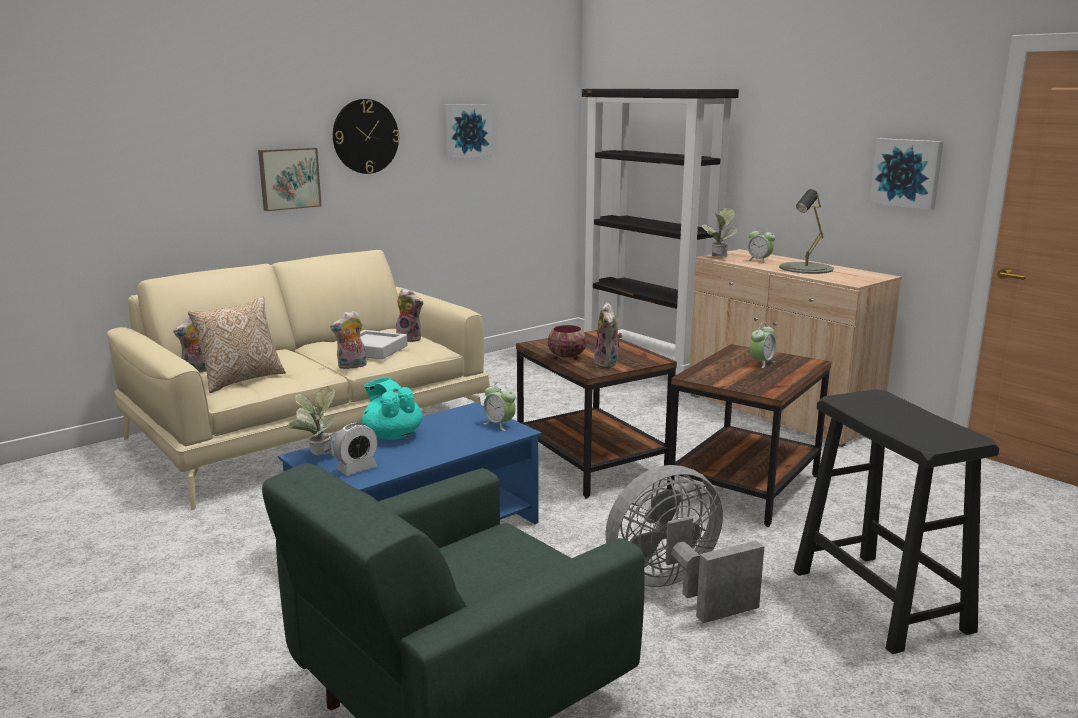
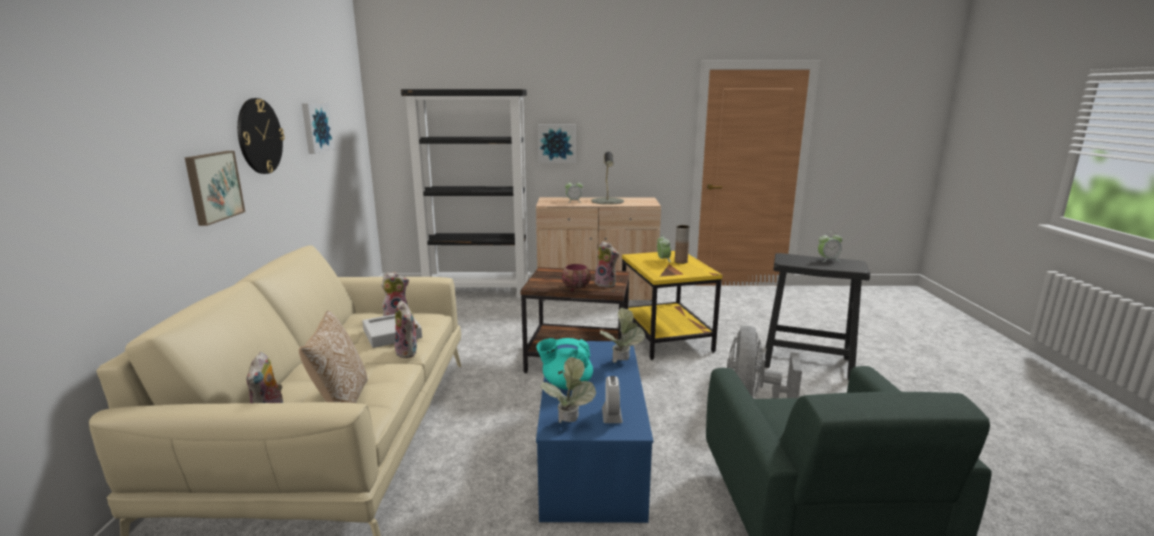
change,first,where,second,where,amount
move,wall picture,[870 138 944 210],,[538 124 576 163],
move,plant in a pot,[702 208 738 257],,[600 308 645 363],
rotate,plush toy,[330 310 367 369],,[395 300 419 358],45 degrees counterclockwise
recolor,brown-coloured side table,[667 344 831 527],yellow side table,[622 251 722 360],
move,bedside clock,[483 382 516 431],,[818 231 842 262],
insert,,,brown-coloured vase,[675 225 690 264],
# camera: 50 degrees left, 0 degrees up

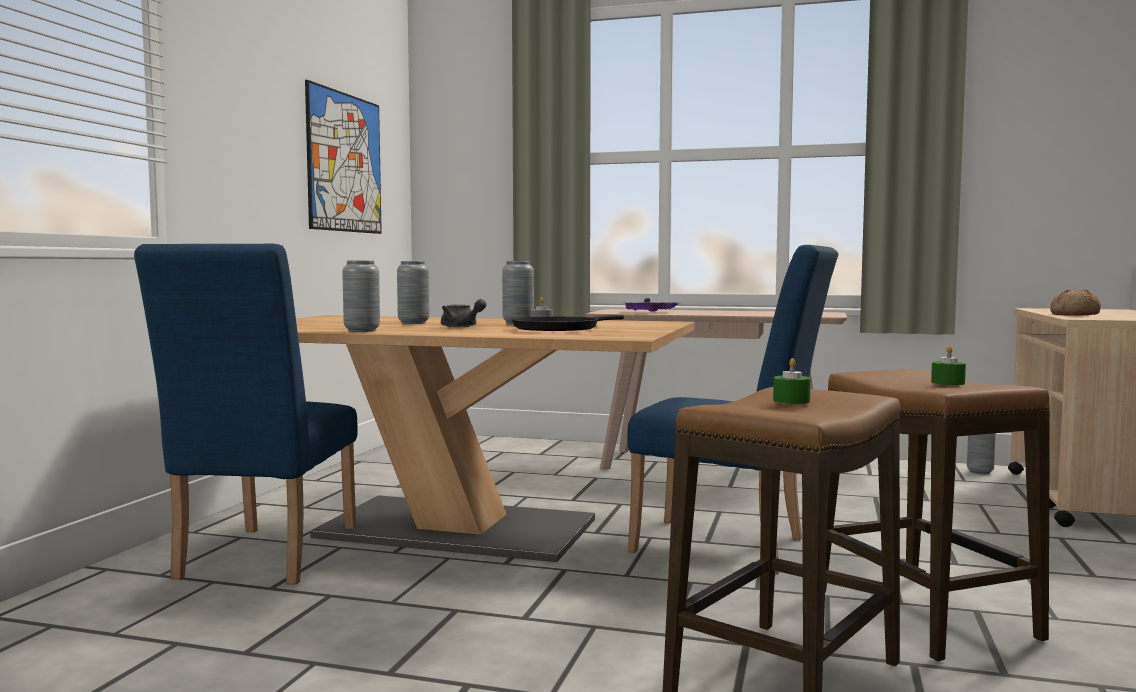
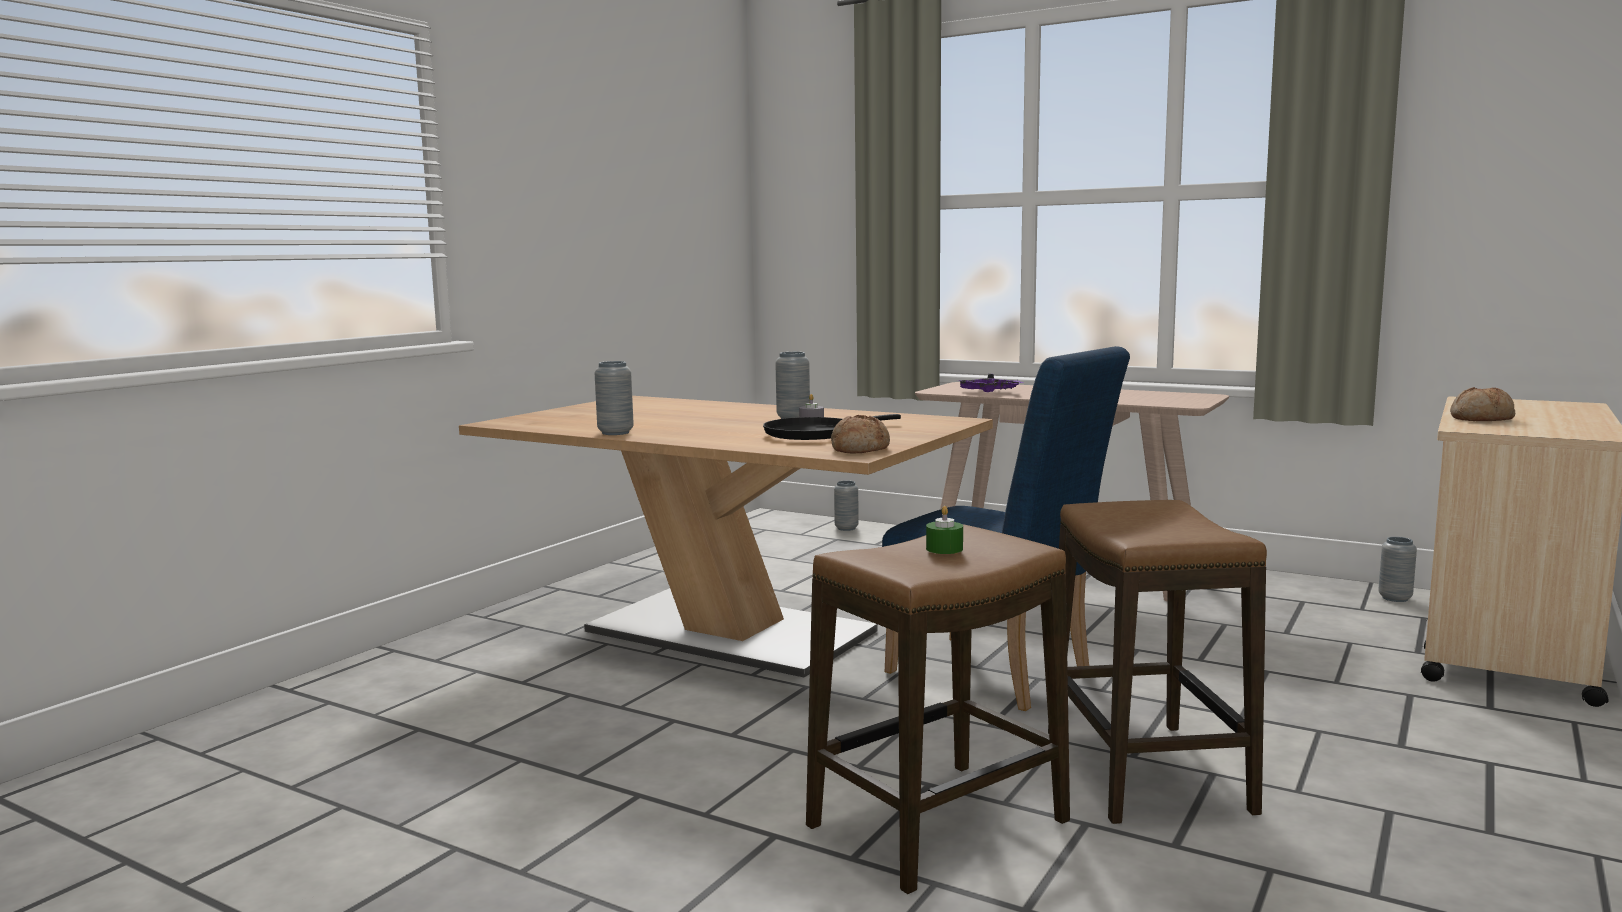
change,first,where,second,where,amount
delete,wall picture,[305 80 382 234],,,
delete,bluish plain chair,[134 244 358 585],,,
move,gray vase,[397 261 429 324],,[834 481 859 531],
delete,gray pot for tea,[441 299 486 327],,,
delete,greenish wax light,[931 346 966 385],,,
insert,,,bakery bread,[831 415 890 453],
# camera: 15 degrees right, 5 degrees up

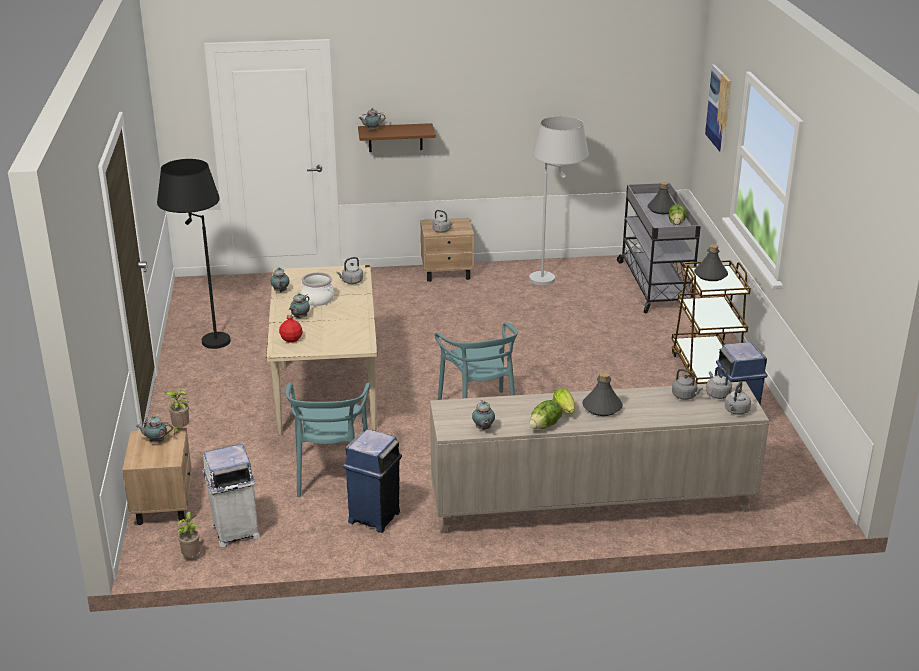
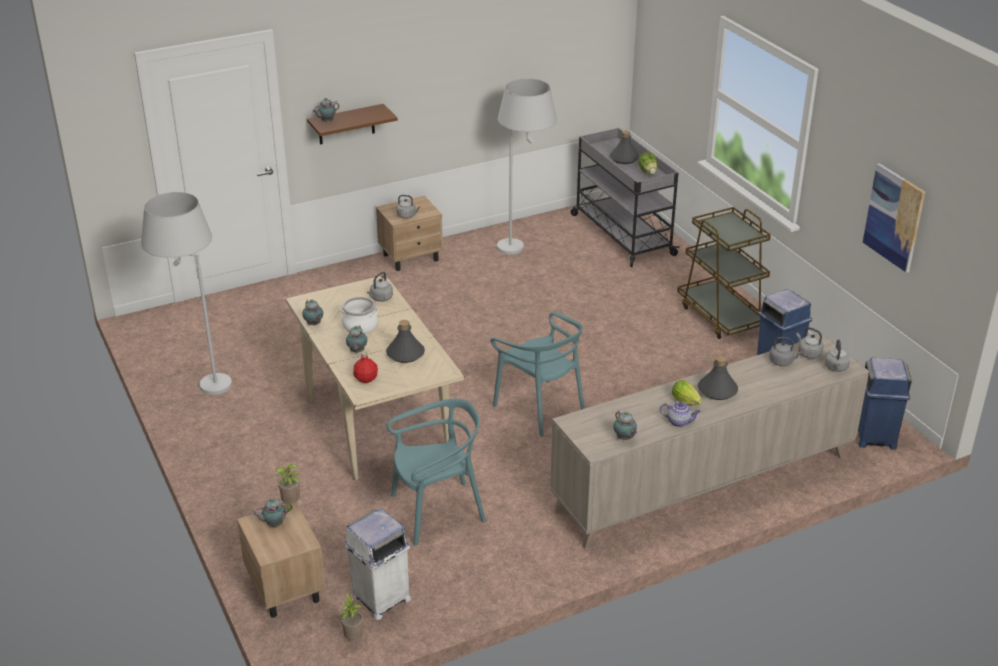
change,first,where,second,where,amount
move,wall picture,[705 65 731 153],,[863 163 925 273],
recolor,black-coloured standard lamp,[157 159 231 349],white-coloured standard lamp,[141 192 232 395],
move,gray beverage bottle,[694 244 728 281],,[386 320 425 363],
rotate,blue-green plain chair,[286 383 370 497],,[386 399 486 545],90 degrees counterclockwise
replace,lettuce head,[529 400 562 429],pot for tea,[660 402 701 427],
move,bluish waste bin,[343 429 402 533],,[858 358 912 450],
# camera: 20 degrees left, 5 degrees up

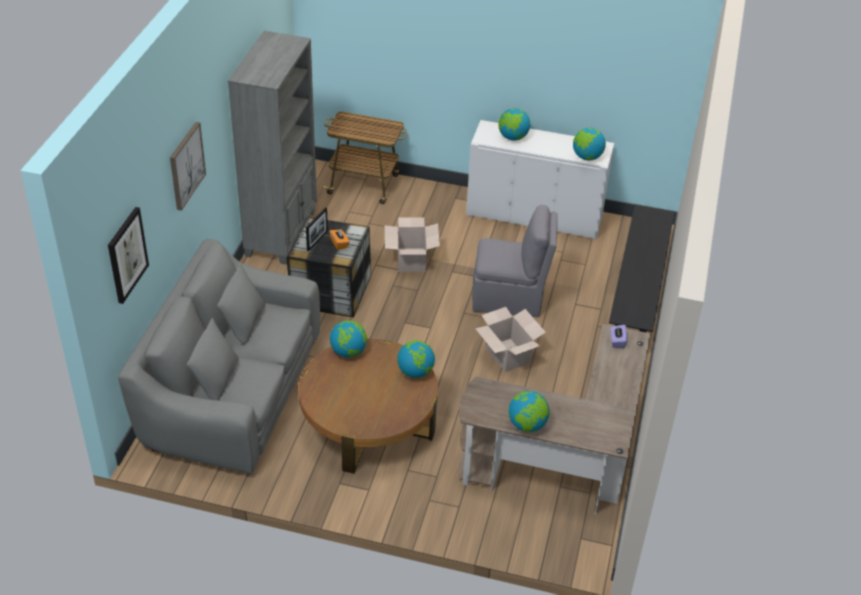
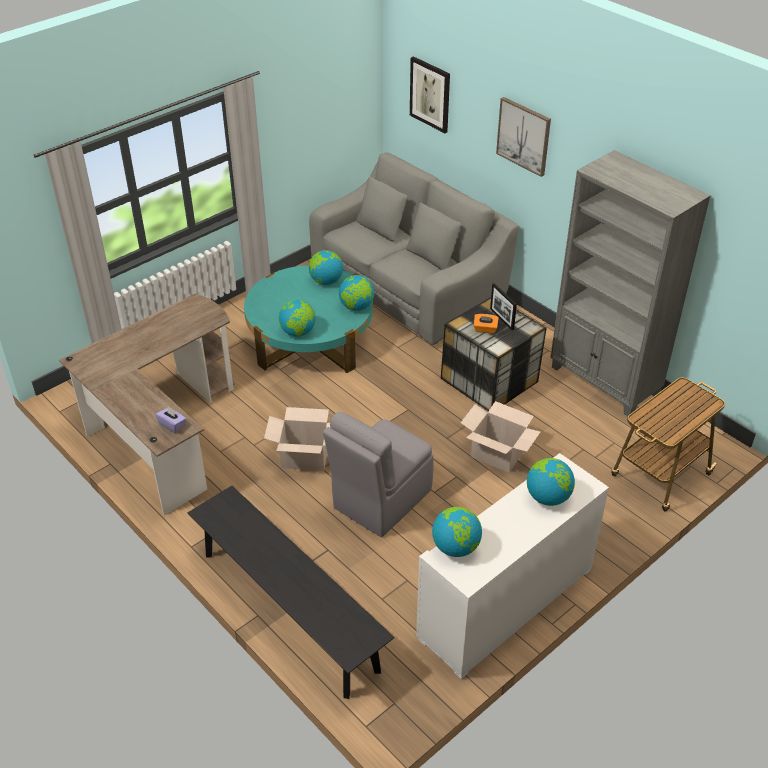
change,first,where,second,where,amount
recolor,brown-coloured coffee table,[299 338 438 474],blue-green coffee table,[244 265 373 373],
move,world globe,[509 391 550 432],,[309 250 343 285],
# camera: 125 degrees right, 0 degrees up

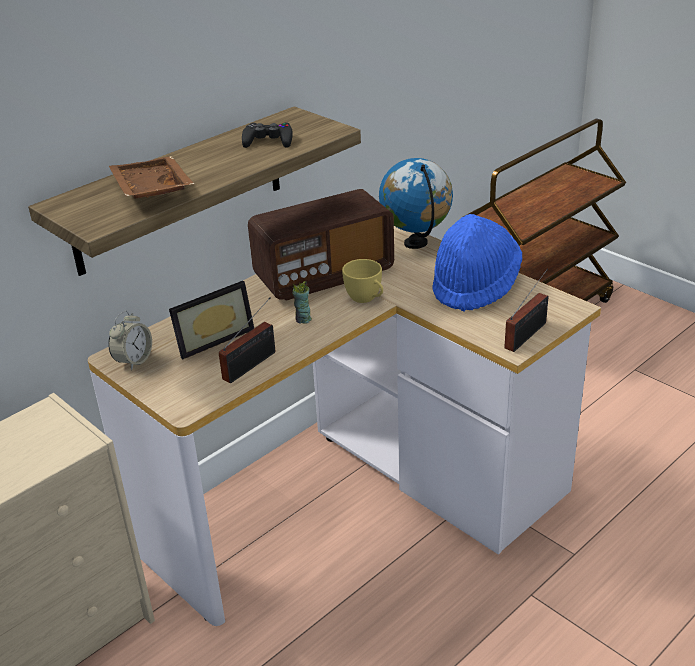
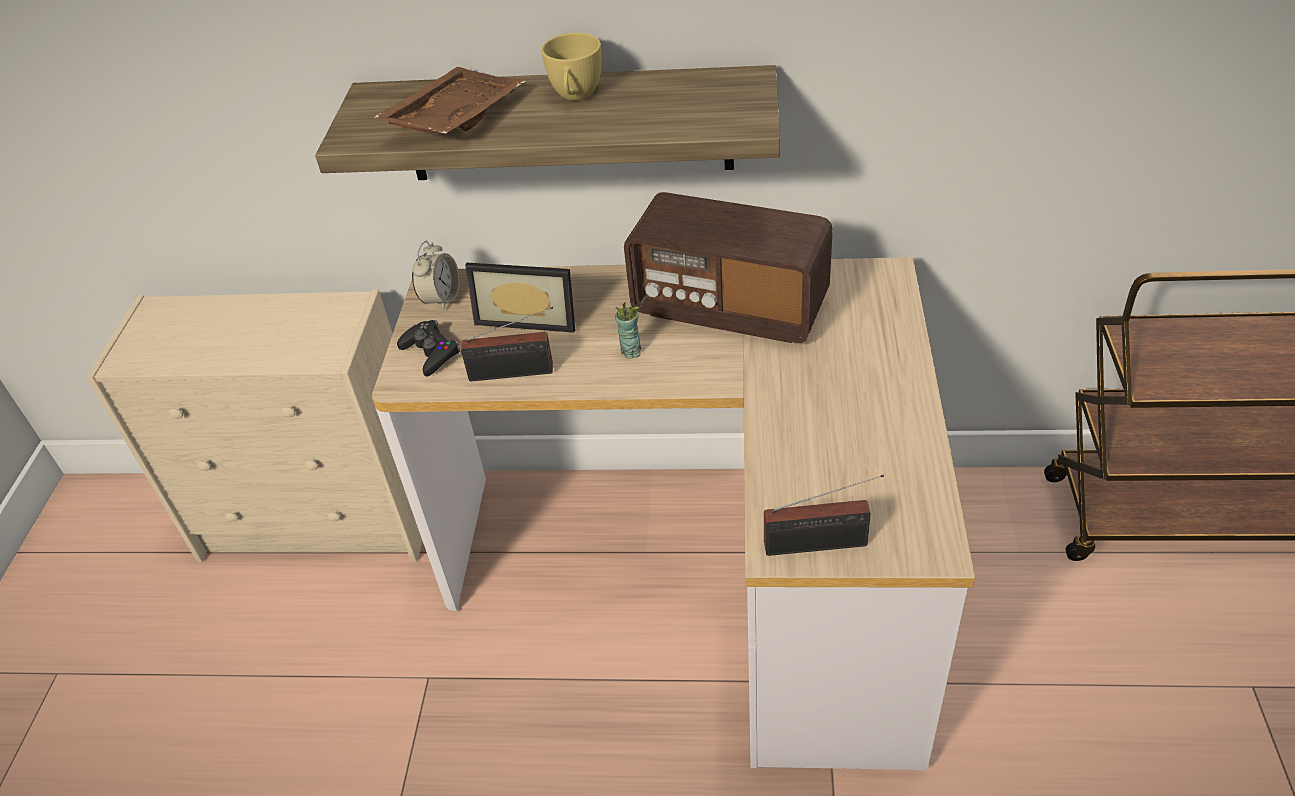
change,first,where,second,where,amount
move,black-coloured game controller,[242 122 293 148],,[397 320 460 377],
delete,world globe,[379 158 453 249],,,
delete,bluish hat,[432 214 522 311],,,
move,yellow drinking cup,[342 259 383 303],,[541 33 602 100],
rotate,bedside clock,[108 311 152 370],,[412 241 460 311],60 degrees counterclockwise
# camera: 50 degrees right, 10 degrees up

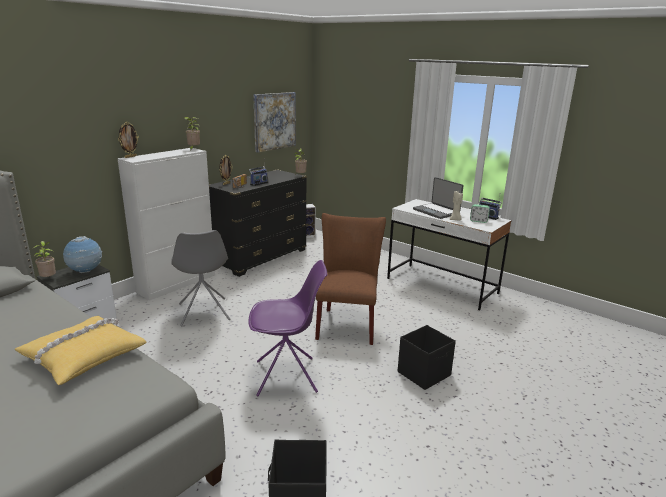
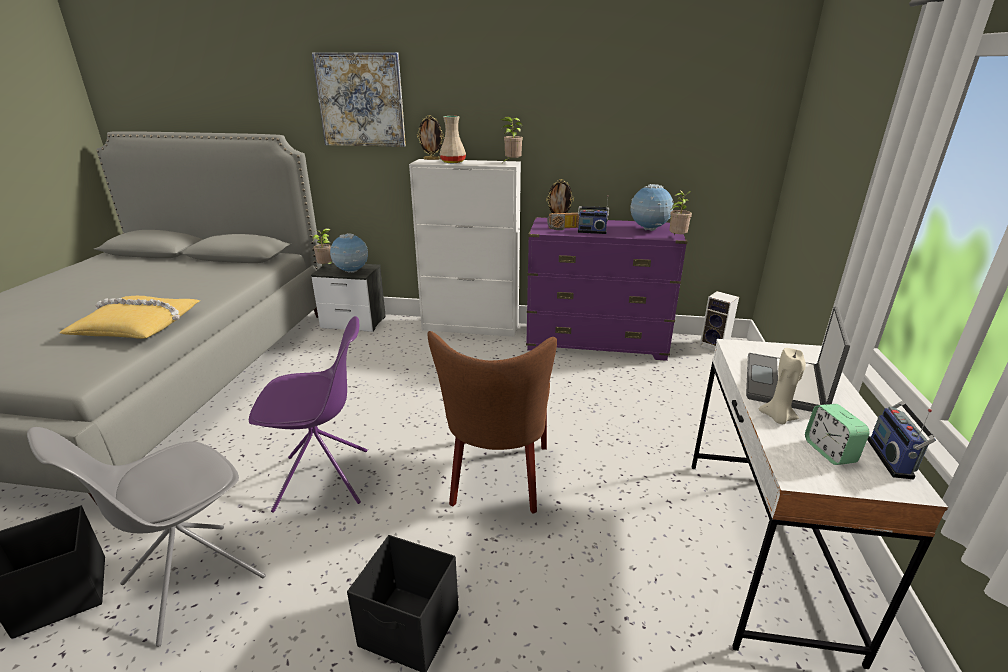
change,first,where,second,where,amount
move,wall picture,[253 92 296 153],,[312 52 406 147],
recolor,black-coloured chest of drawers,[209 169 307 277],purple chest of drawers,[526 217 688 361],
rotate,brown-coloured plain chair,[315 213 386 345],,[428 331 557 514],120 degrees clockwise
move,gray plain chair,[171 230 230 326],,[27 427 266 647],
rotate,purple plain chair,[249 260 328 396],,[249 316 367 513],60 degrees counterclockwise
insert,,,sand-coloured vase,[439 116 466 163],
insert,,,world globe,[630 184 674 231],
# camera: 60 degrees right, 5 degrees up

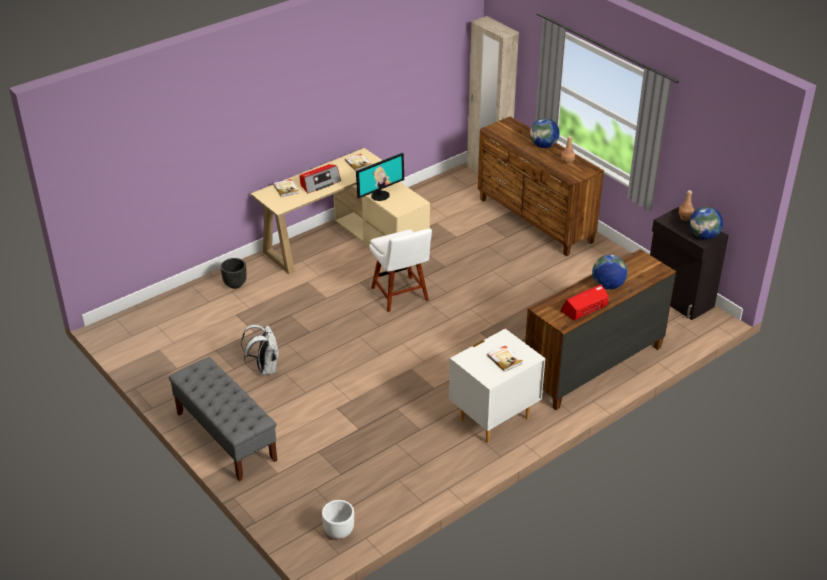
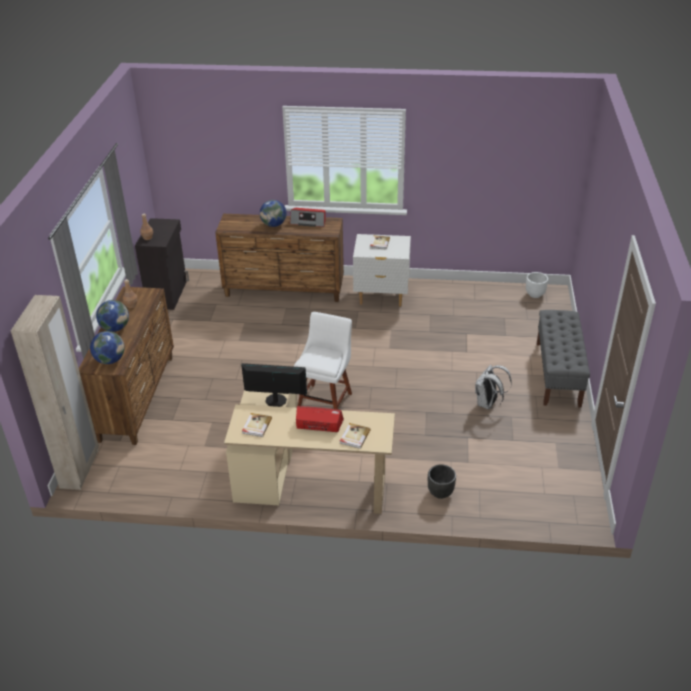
change,first,where,second,where,amount
move,world globe,[690 207 723 239],,[90 331 125 364],
# camera: 135 degrees left, 0 degrees up

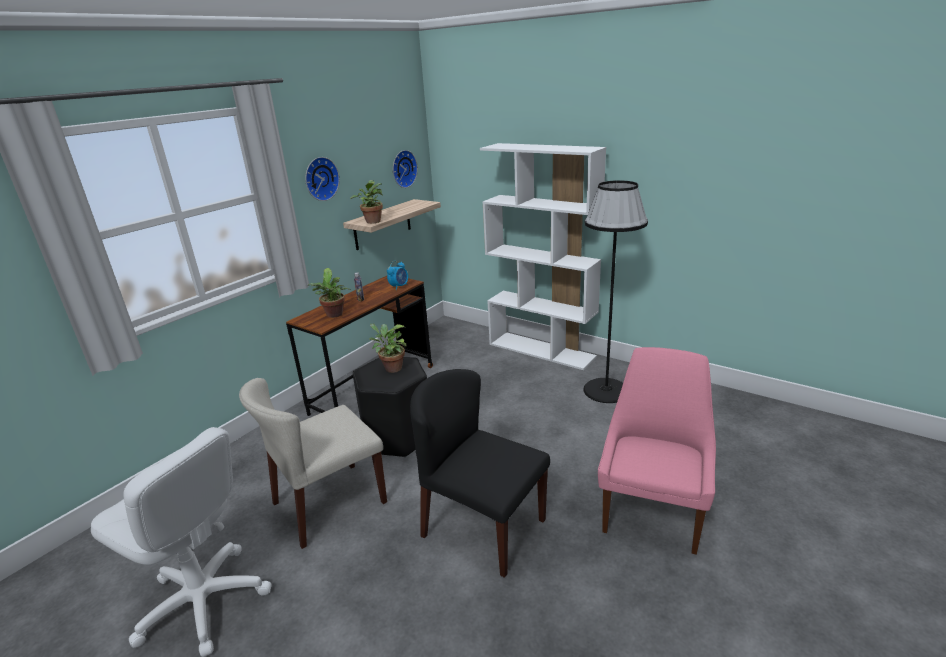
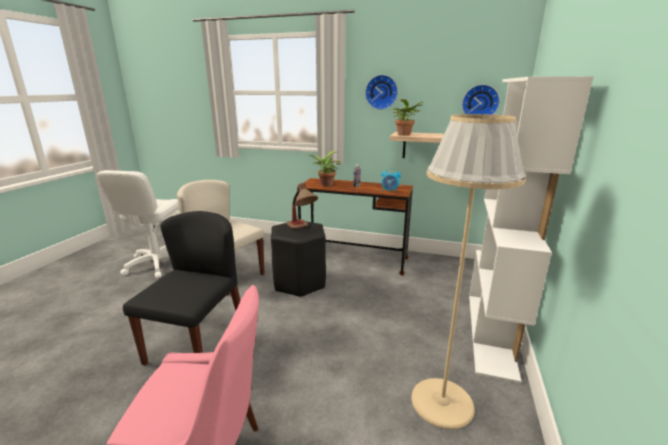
change,first,where,second,where,amount
recolor,black-coloured standard lamp,[583 180 648 403],sand-coloured standard lamp,[411 114 526 429],
replace,plant in a pot,[369 324 406 373],lamp for a table,[286 183 318 229],
# camera: 70 degrees right, 5 degrees down

